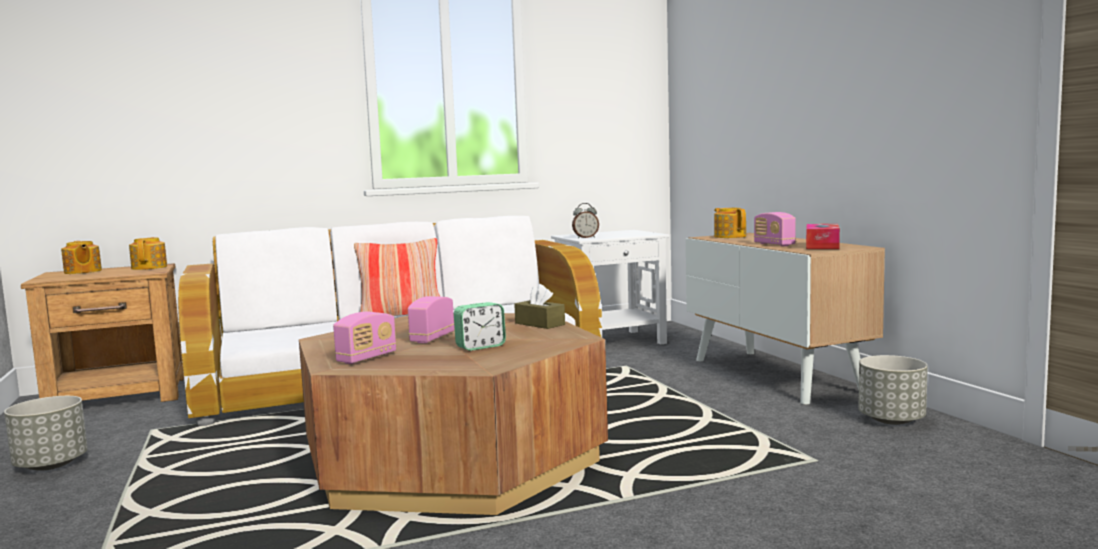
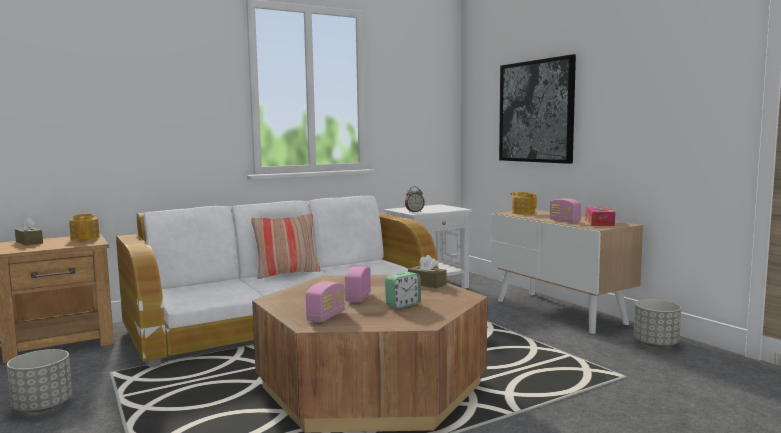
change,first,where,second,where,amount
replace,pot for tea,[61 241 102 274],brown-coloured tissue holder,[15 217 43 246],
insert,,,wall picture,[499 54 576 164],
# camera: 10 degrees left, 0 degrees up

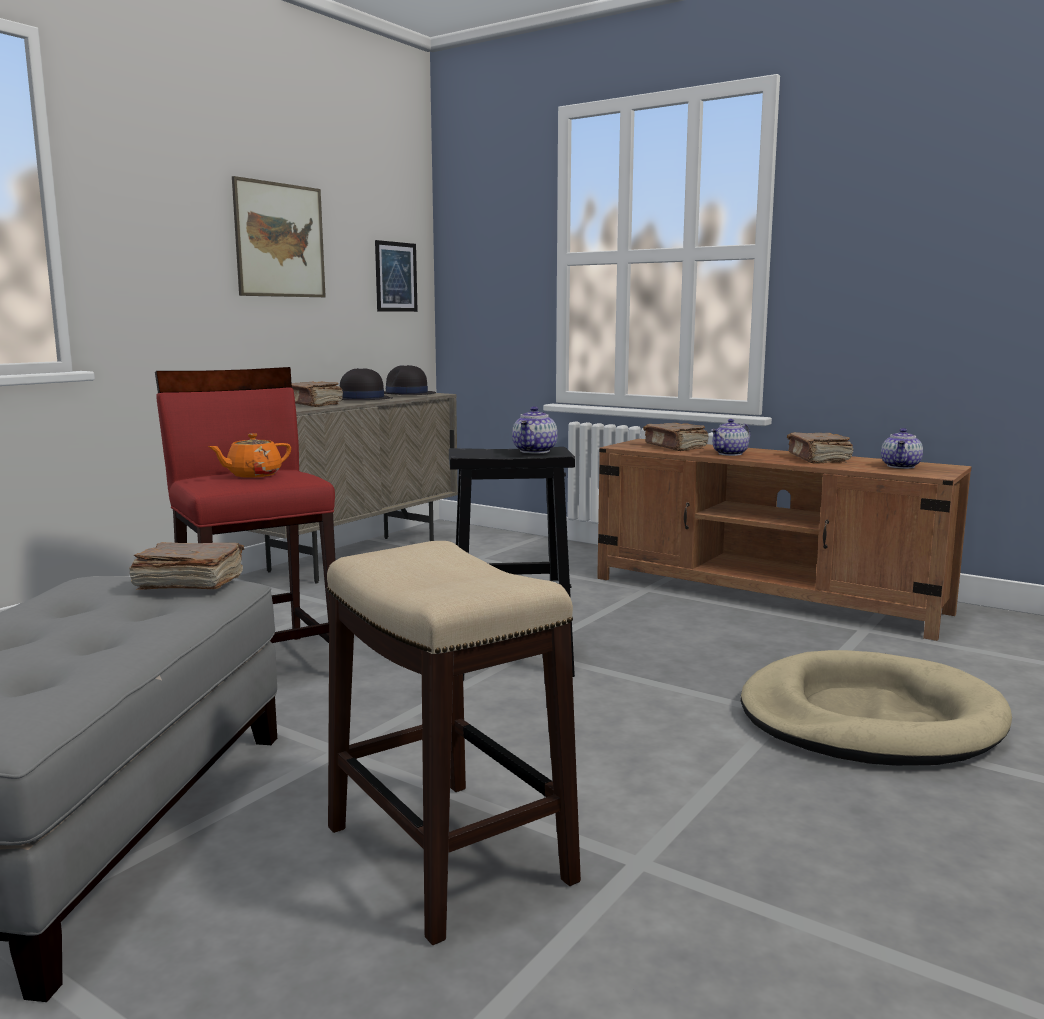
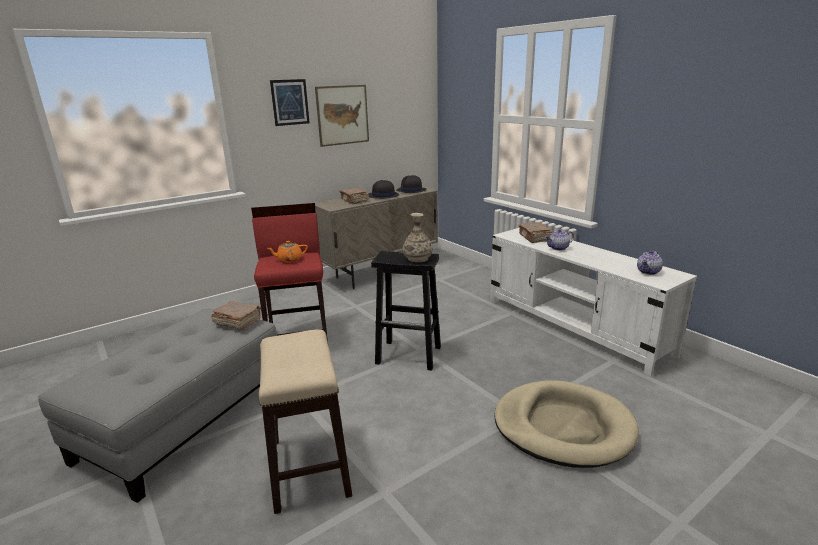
change,first,where,second,where,amount
move,wall picture,[375 240 418 312],,[270 79 310 126],
replace,pot for tea,[512 406 558 454],vase,[403 213 433 262],
delete,brown-coloured bound book,[787 432 854 464],,,
recolor,brown-coloured media console,[597 439 971 641],white-coloured media console,[490 228 697 376],
# camera: 20 degrees right, 10 degrees up

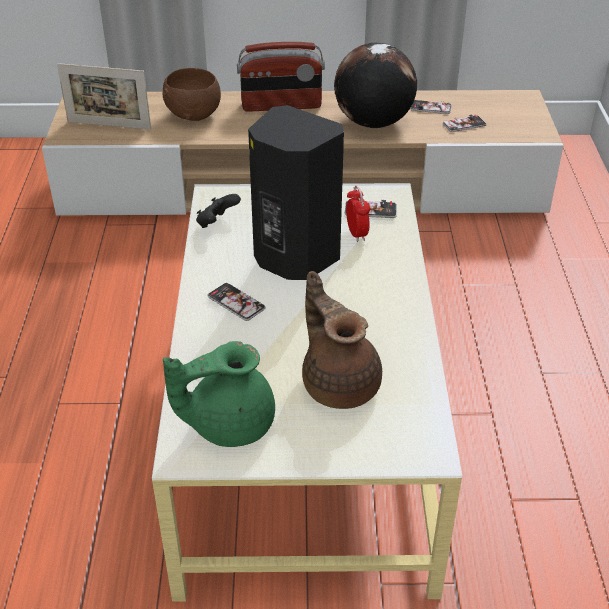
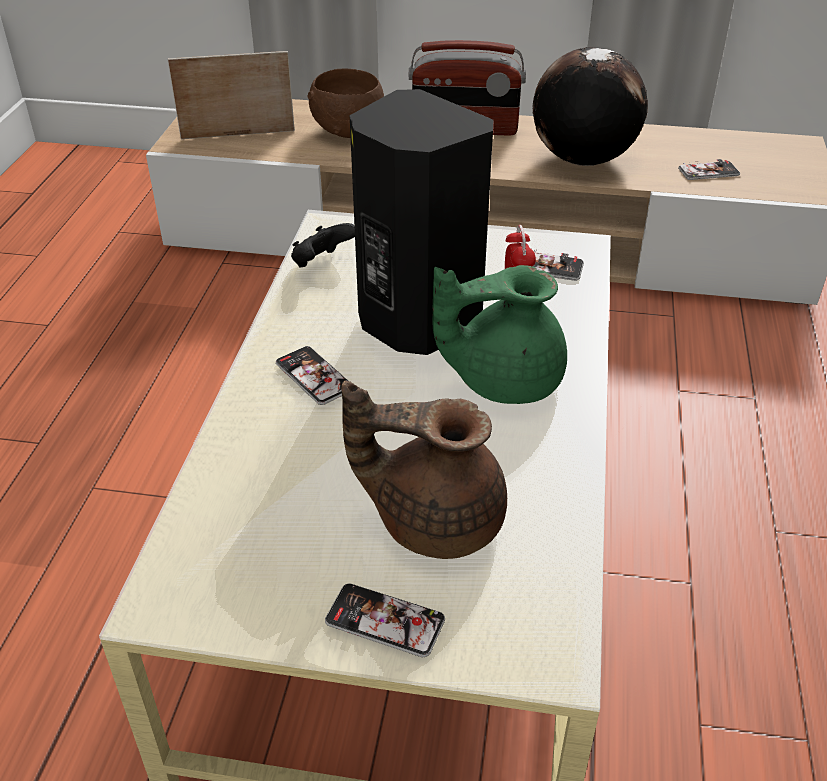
change,first,where,second,where,amount
rotate,photo frame,[57 63 151 130],,[167 51 295 139],150 degrees clockwise
move,handset,[410 100 452 114],,[325 583 445 657],
rotate,brown-coloured pot for tea,[302 271 382 409],,[341 381 507 559],60 degrees counterclockwise
move,greenish pot for tea,[163 341 275 447],,[433 265 567 404],
# camera: 10 degrees right, 0 degrees up

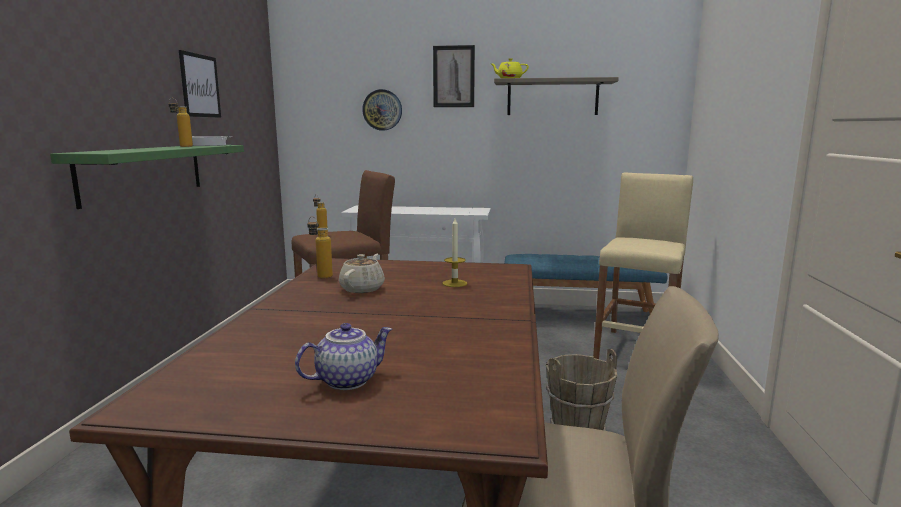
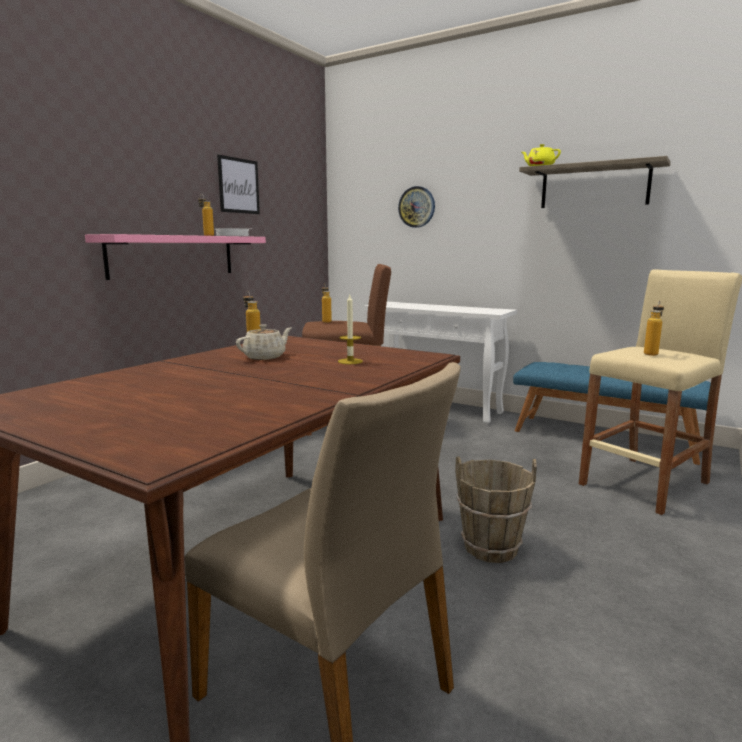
change,first,where,second,where,amount
delete,wall picture,[433 45 475 107],,,
recolor,greenish shelf,[50 145 244 209],pink shelf,[85 234 266 280],
delete,pot for tea,[295 323 392 390],,,
insert,,,beverage bottle,[644 300 664 356],
# camera: 25 degrees right, 0 degrees up

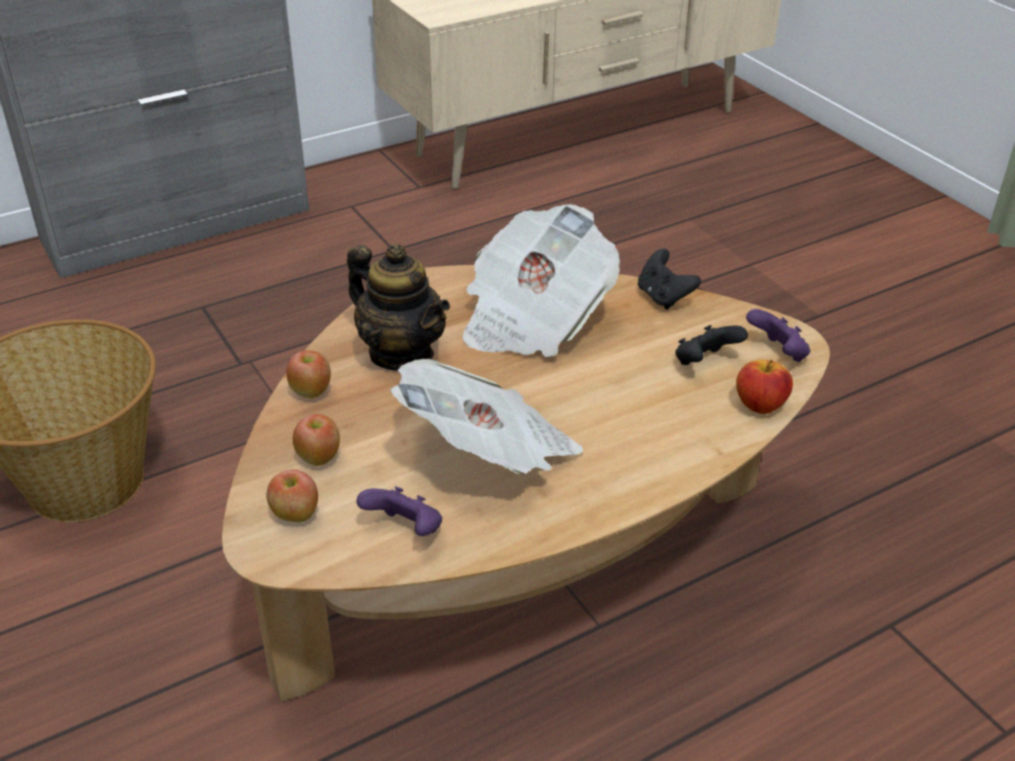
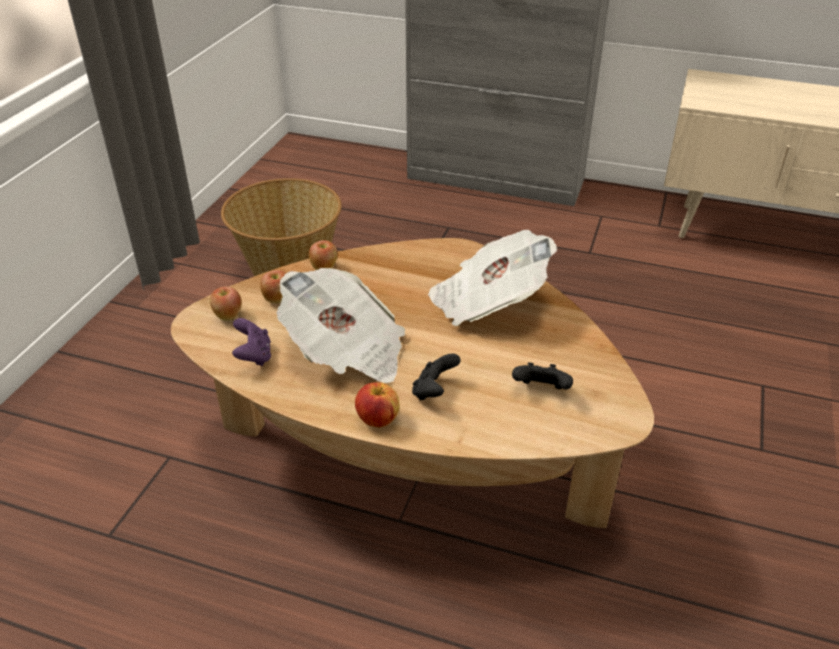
change,first,where,second,where,amount
delete,pot for tea,[347 244 450 371],,,
move,black-coloured game controller,[638 249 701 309],,[412 354 461 400],
delete,purple game controller,[746 309 811 362],,,
move,whole apple,[736 359 793 414],,[355 382 400 427],
# camera: 50 degrees right, 0 degrees up

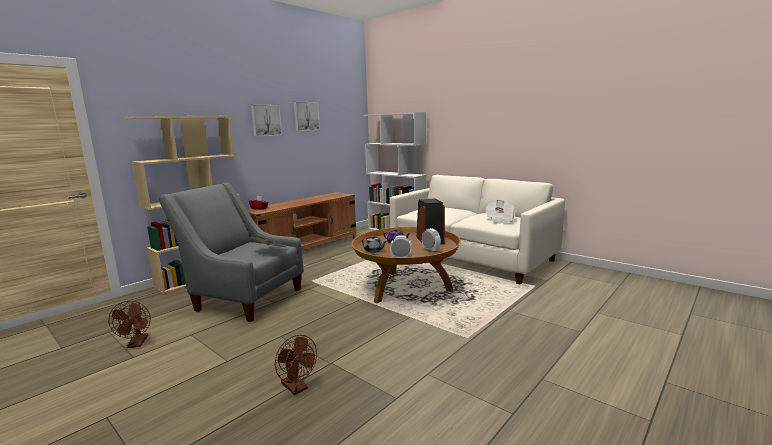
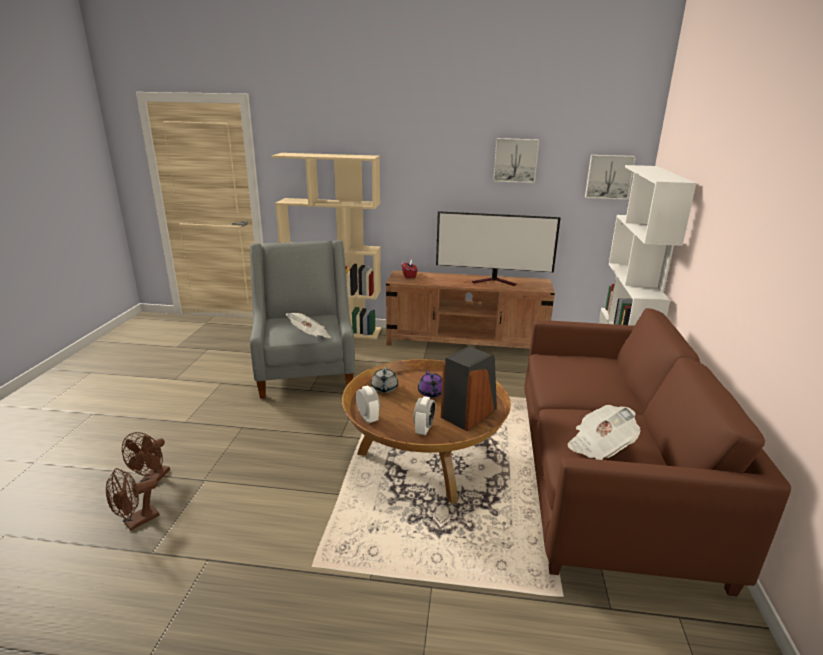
change,first,where,second,where,amount
move,wall picture,[251 105 282 136],,[585 155 636 200],
recolor,white-coloured couch,[390 175 565 285],brown-coloured couch,[524 308 791 596],
move,brown-coloured electric fan,[108 301 151 348],,[106 468 160 531],
insert,,,television,[436 211 561 286],
# camera: 55 degrees right, 10 degrees up

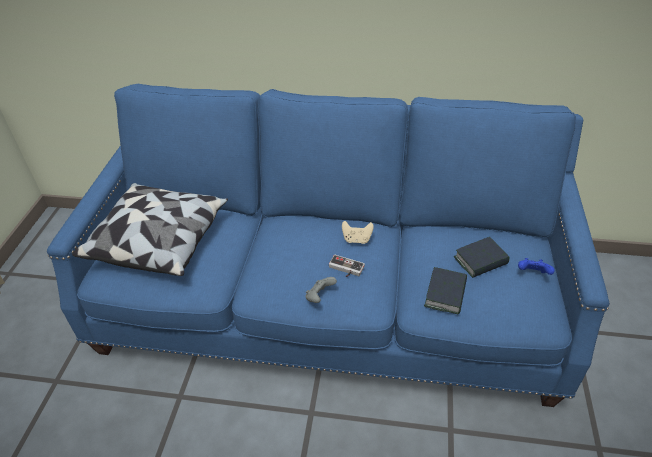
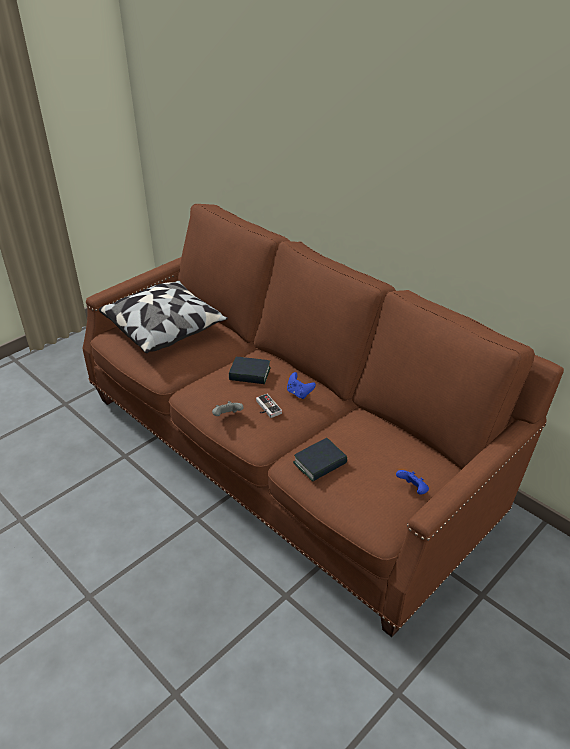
change,first,where,second,where,amount
recolor,bluish couch,[47 84 610 407],brown-coloured couch,[82 204 564 637],
recolor,sand-coloured game controller,[342 221 374 244],bluish game controller,[287 372 316 399],
move,bound book,[454 237 510 278],,[229 357 271 384],
# camera: 35 degrees right, 5 degrees down

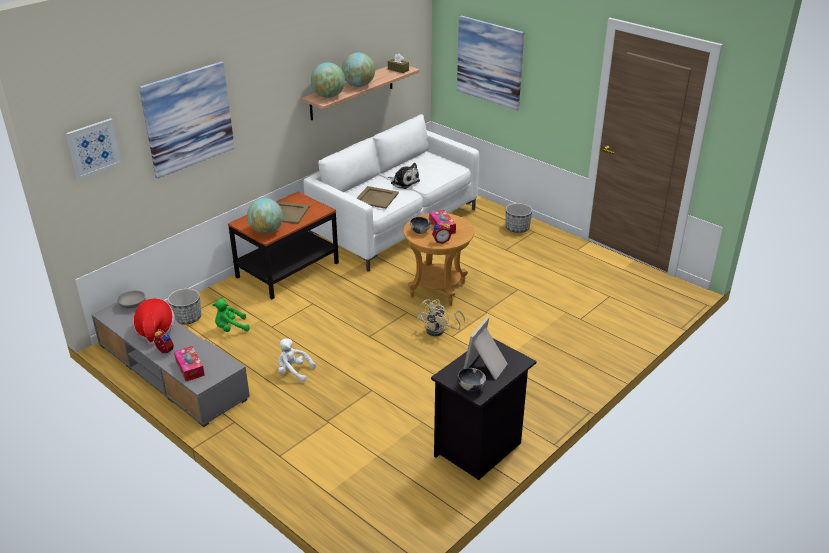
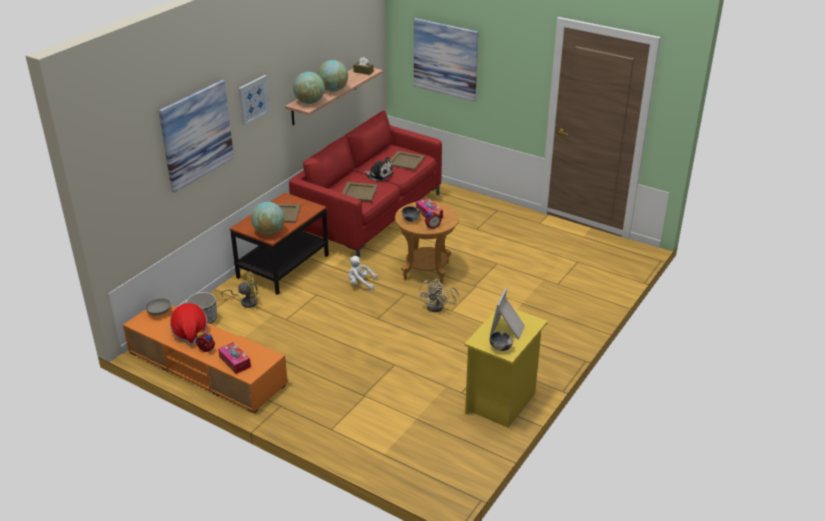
change,first,where,second,where,amount
recolor,white-coloured couch,[303 114 479 272],red-coloured couch,[289 111 442 258],
move,wall picture,[66 118 122 179],,[238 75 270 126],
delete,planter,[505 203 532 233],,,
recolor,gray media console,[91 297 250 427],orange-coloured media console,[123 305 288 414],
delete,greenish plush toy,[213 299 250 332],,,
move,white-coloured plush toy,[278 338 316 382],,[348 256 377 290],
recolor,black-coloured night table,[431 338 537 480],yellow night table,[464 309 548 428],
insert,,,sand-coloured carrying tray,[390 151 425 170],
insert,,,yellow electric fan,[221 271 258 308],
# camera: 10 degrees left, 0 degrees up

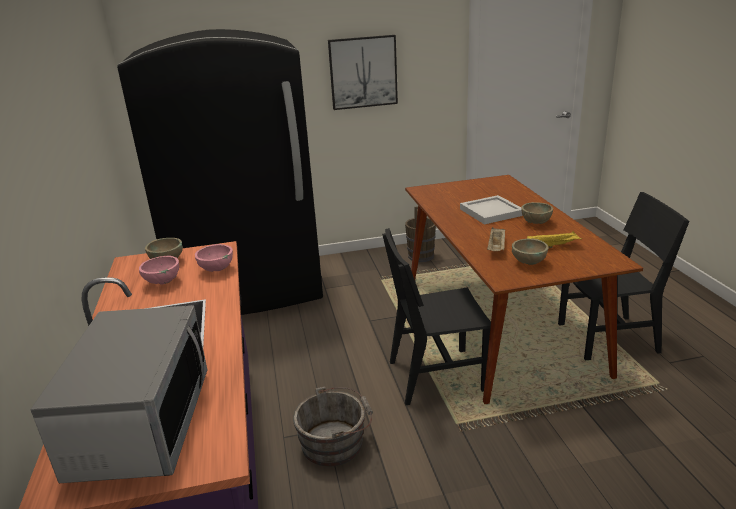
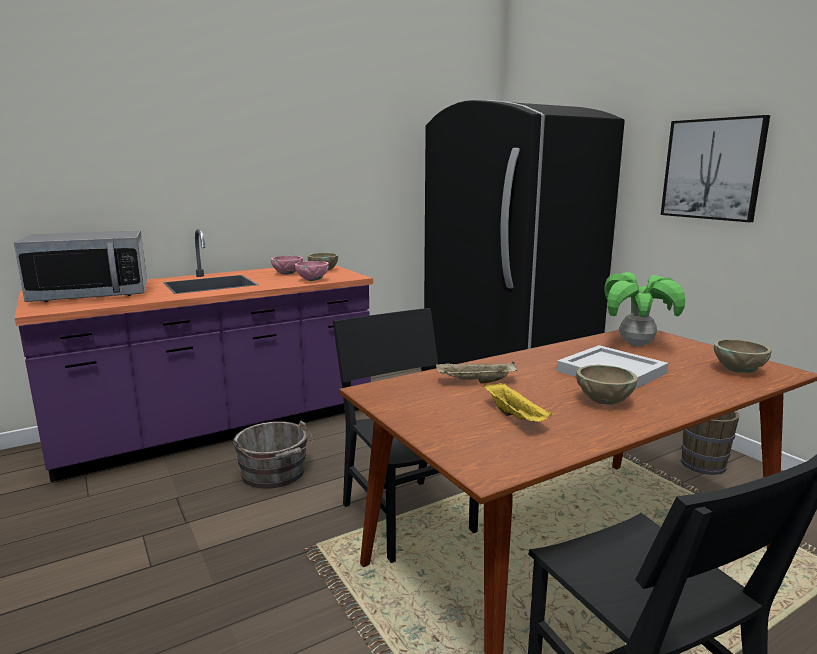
change,first,where,second,where,amount
move,sand-coloured serving bowl,[512 239 549 265],,[714 339 772 373],
insert,,,plant in a pot,[604 272 685 346],
# camera: 70 degrees right, 10 degrees down

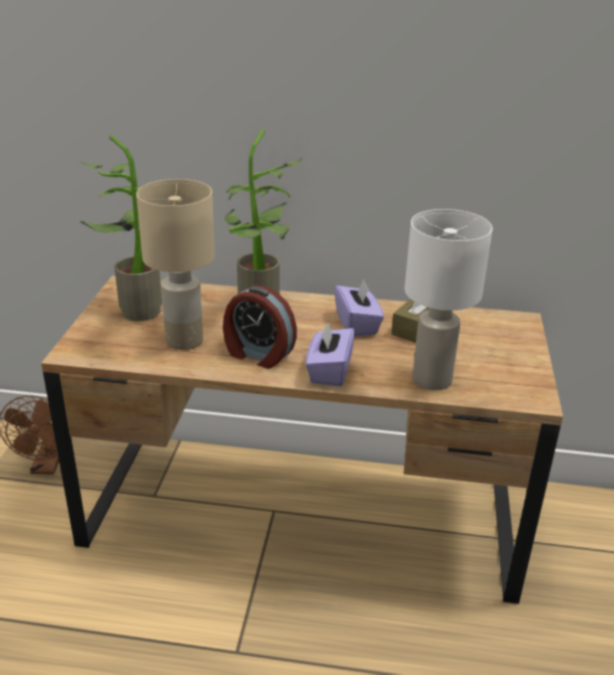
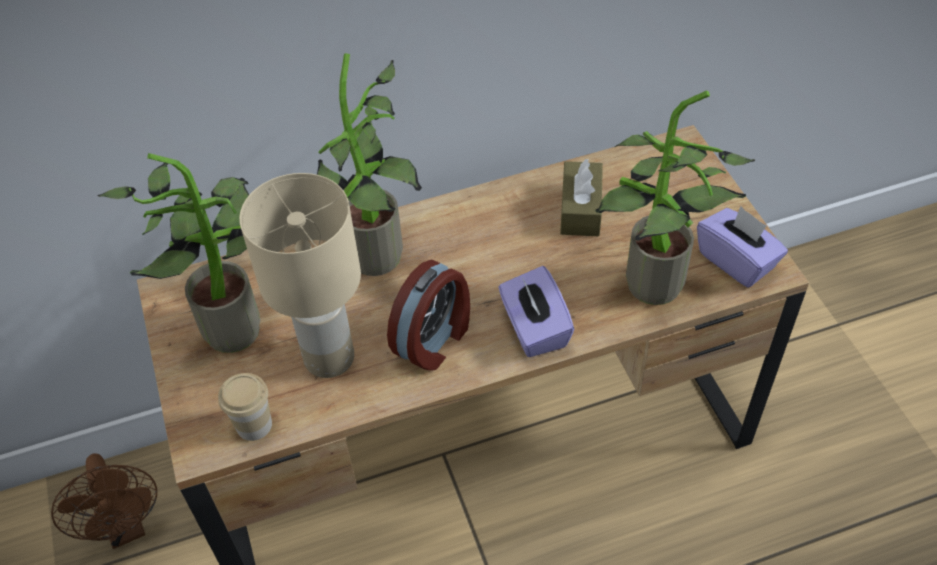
change,first,where,second,where,amount
replace,white-coloured lamp for a table,[404 209 493 390],plant in a pot,[595 91 755 305],
move,purple tissue holder,[334 279 384 336],,[697 206 788 287],
rotate,bedside clock,[223 285 297 369],,[387 260 470 370],60 degrees counterclockwise
insert,,,drinking cup,[218 373 272 441],
# camera: 25 degrees left, 20 degrees up

